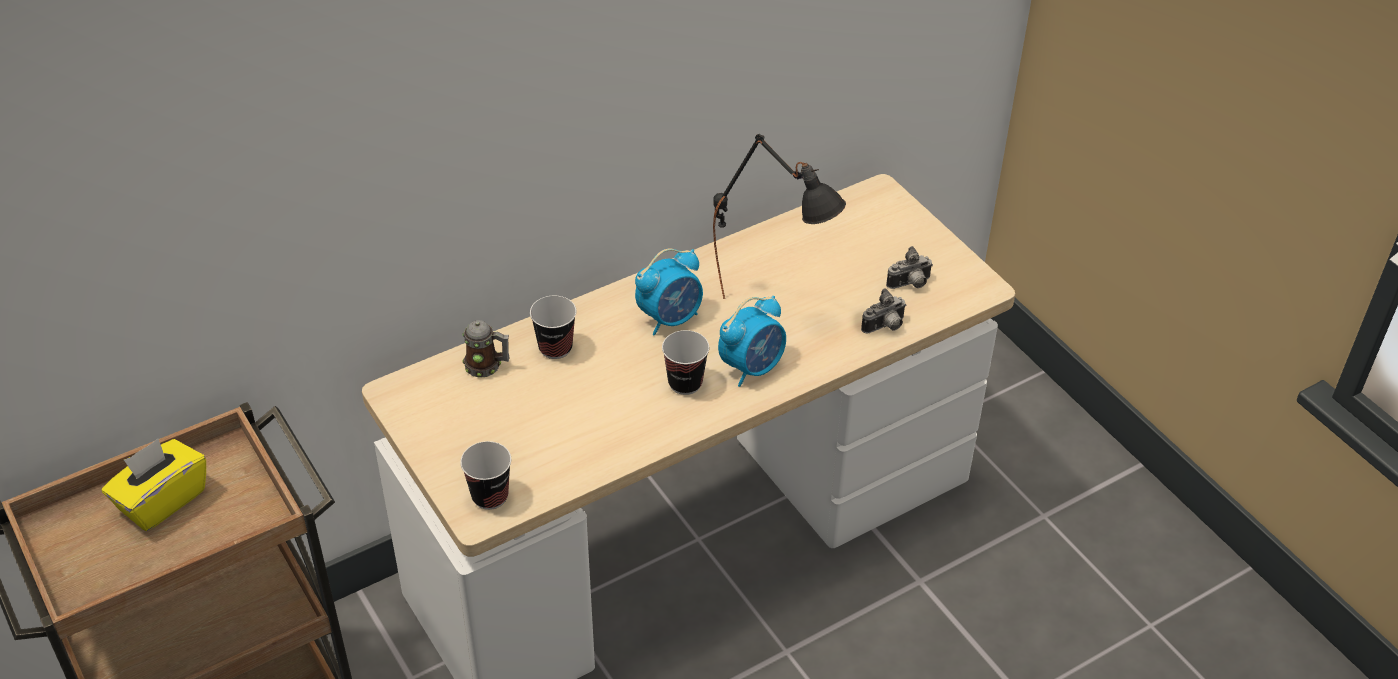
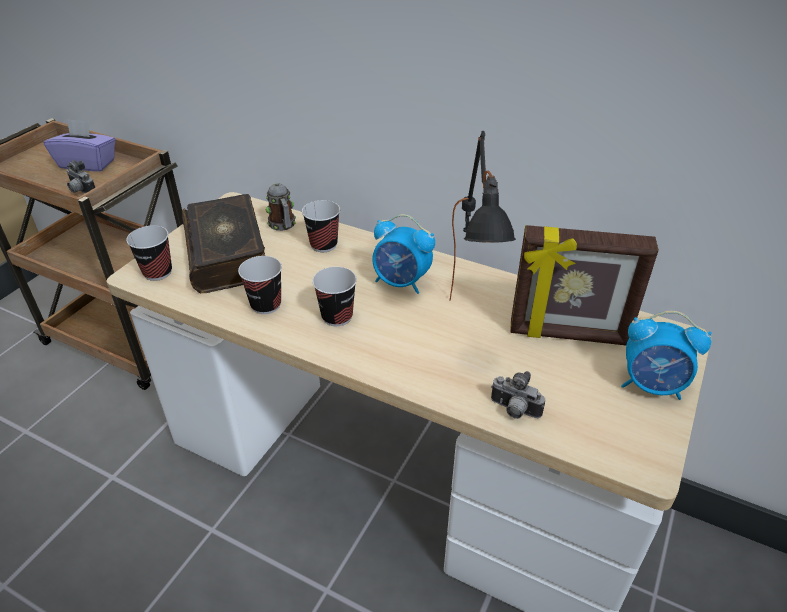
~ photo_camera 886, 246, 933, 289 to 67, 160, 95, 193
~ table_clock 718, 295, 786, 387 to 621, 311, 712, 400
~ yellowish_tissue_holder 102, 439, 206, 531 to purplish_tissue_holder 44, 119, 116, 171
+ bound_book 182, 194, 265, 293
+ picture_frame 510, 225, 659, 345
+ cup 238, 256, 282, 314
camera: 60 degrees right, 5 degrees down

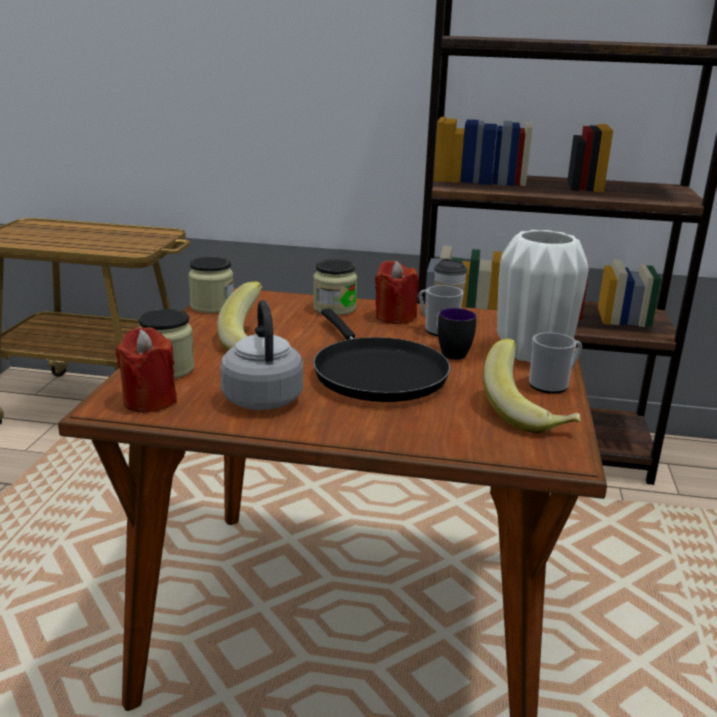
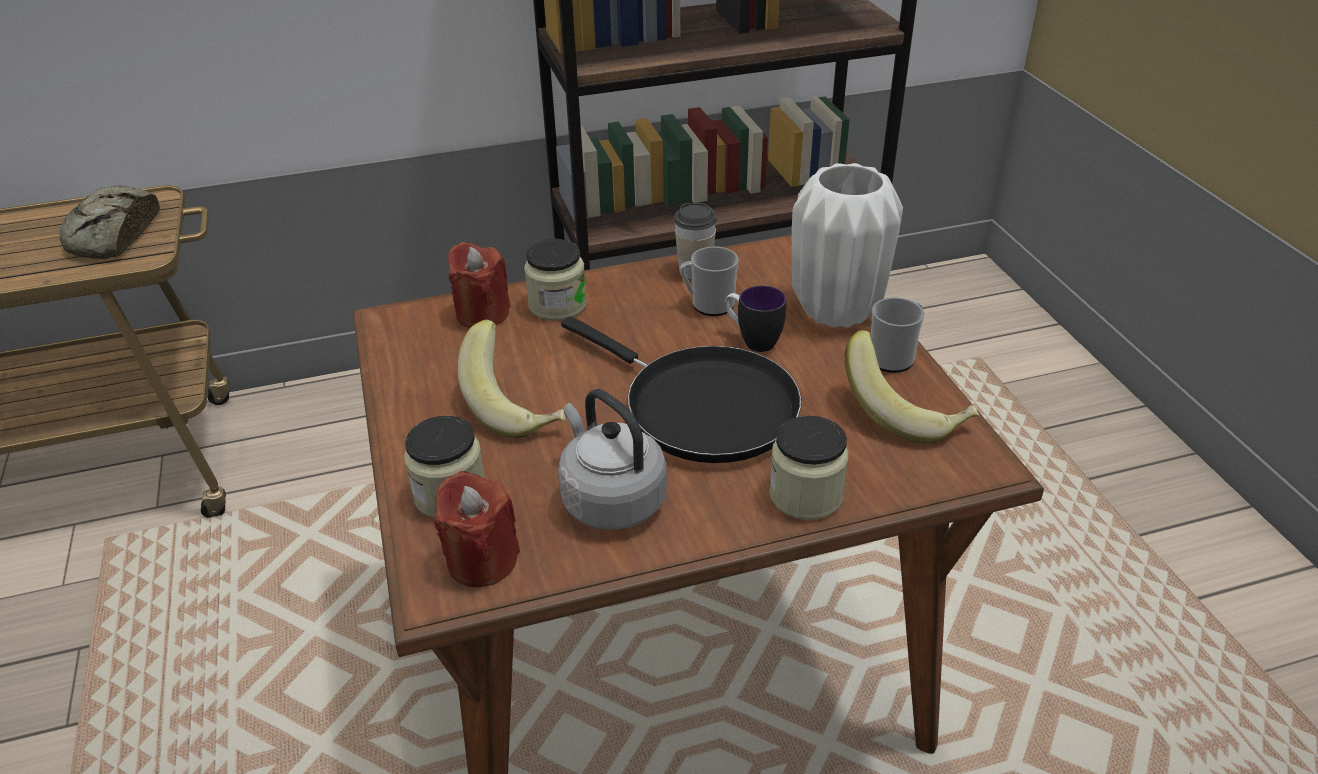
~ storage_jar 188, 257, 234, 313 to 769, 416, 848, 520
~ red_wax_candle 375, 260, 419, 324 to 448, 242, 511, 328
+ bread 60, 185, 160, 259
camera: 25 degrees left, 15 degrees up

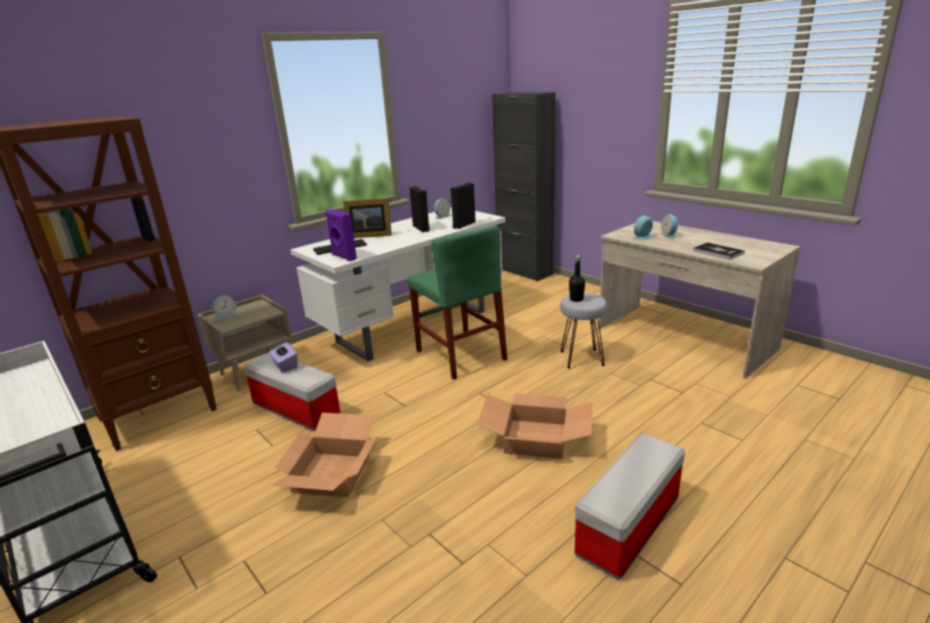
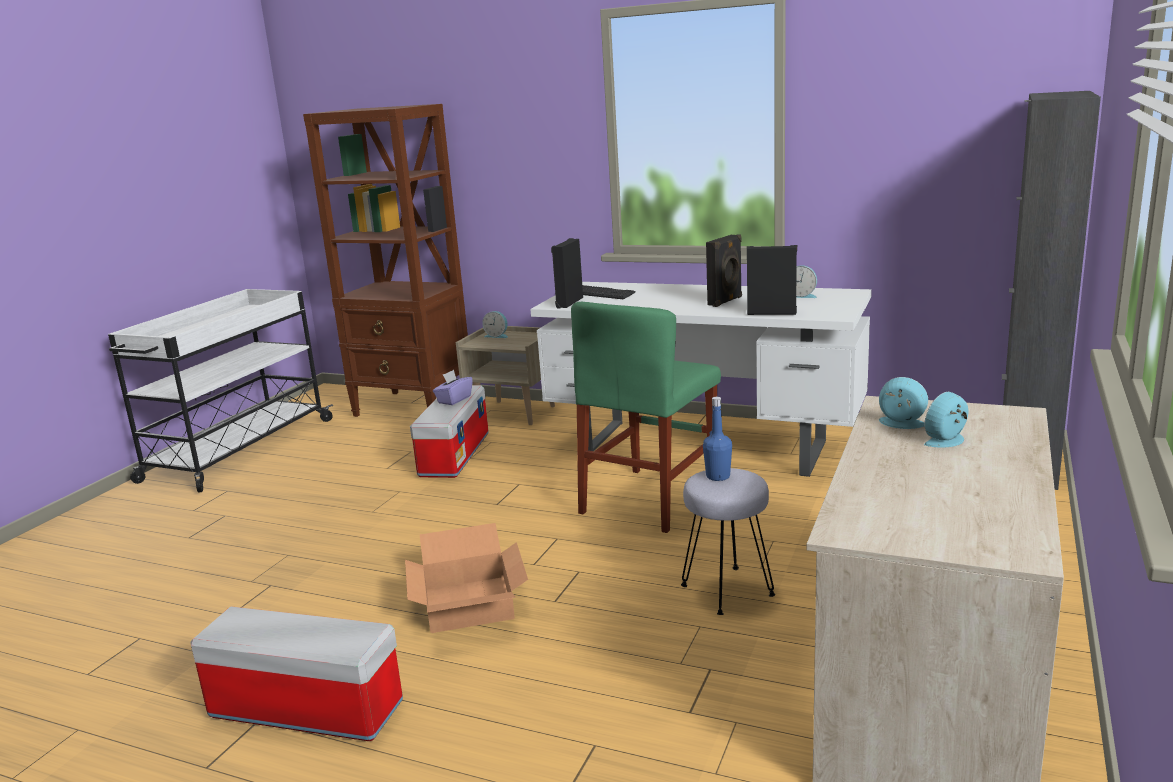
- picture_frame 343, 198, 392, 238
~ purplish_audio_speaker 325, 209, 357, 261 to black-coloured_audio_speaker 551, 238, 583, 308
- bound_book 693, 242, 745, 260
~ black-coloured_drink_bottle 569, 255, 585, 302 to blue_drink_bottle 703, 397, 732, 481
- packing_box 271, 413, 377, 498
camera: 65 degrees right, 5 degrees down

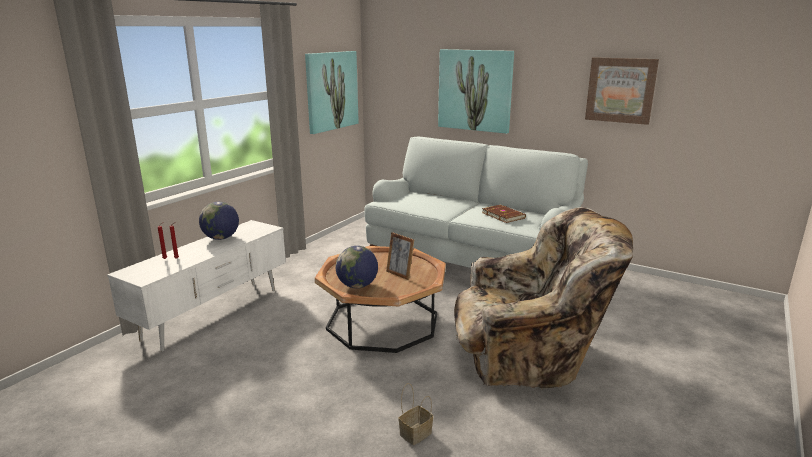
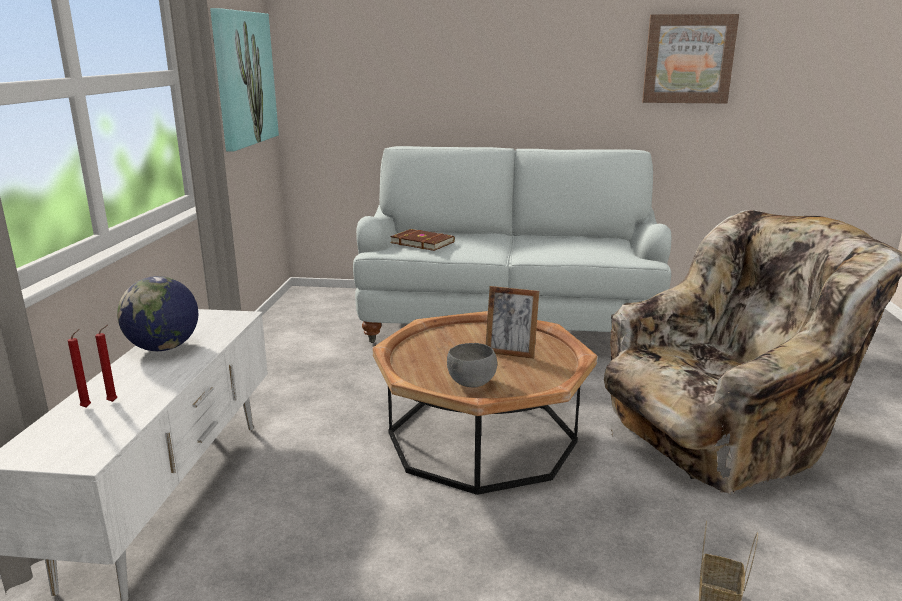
- wall_picture 438, 49, 514, 134
~ brownish_bound_book 482, 205, 526, 223 to 390, 229, 455, 251
~ world_globe 335, 246, 378, 288 to grey_deep_dish 447, 343, 497, 387
camera: 25 degrees left, 0 degrees up

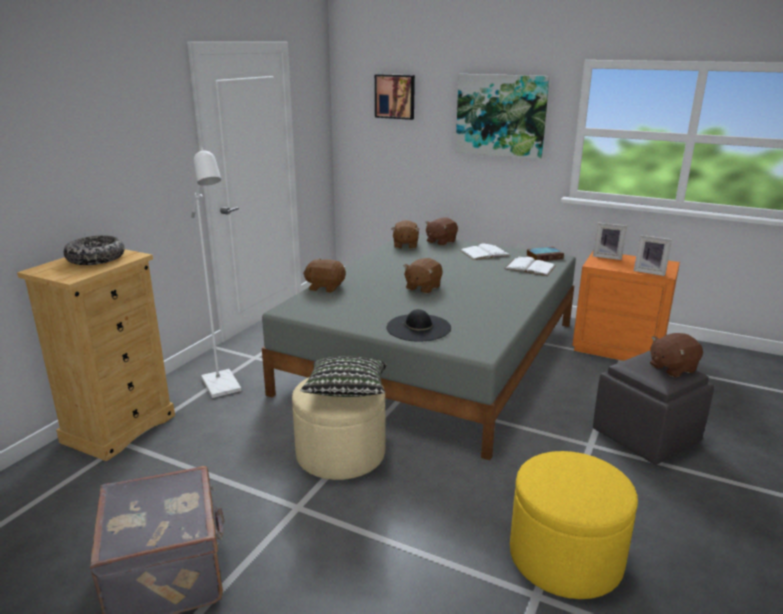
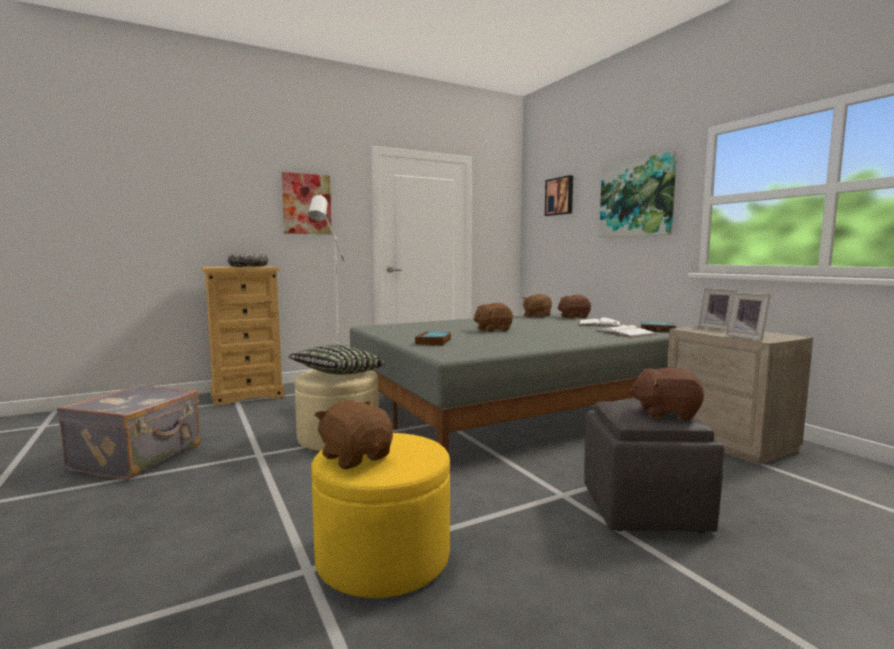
~ orange-coloured_bedside_table 572, 251, 680, 361 to beige-coloured_bedside_table 667, 326, 813, 465
~ brownish_soft_toy 303, 259, 346, 293 to 315, 400, 393, 469
~ black-coloured_hat 386, 309, 451, 341 to bound_book 415, 331, 451, 346
+ wall_picture 282, 172, 332, 234
camera: 35 degrees right, 15 degrees down

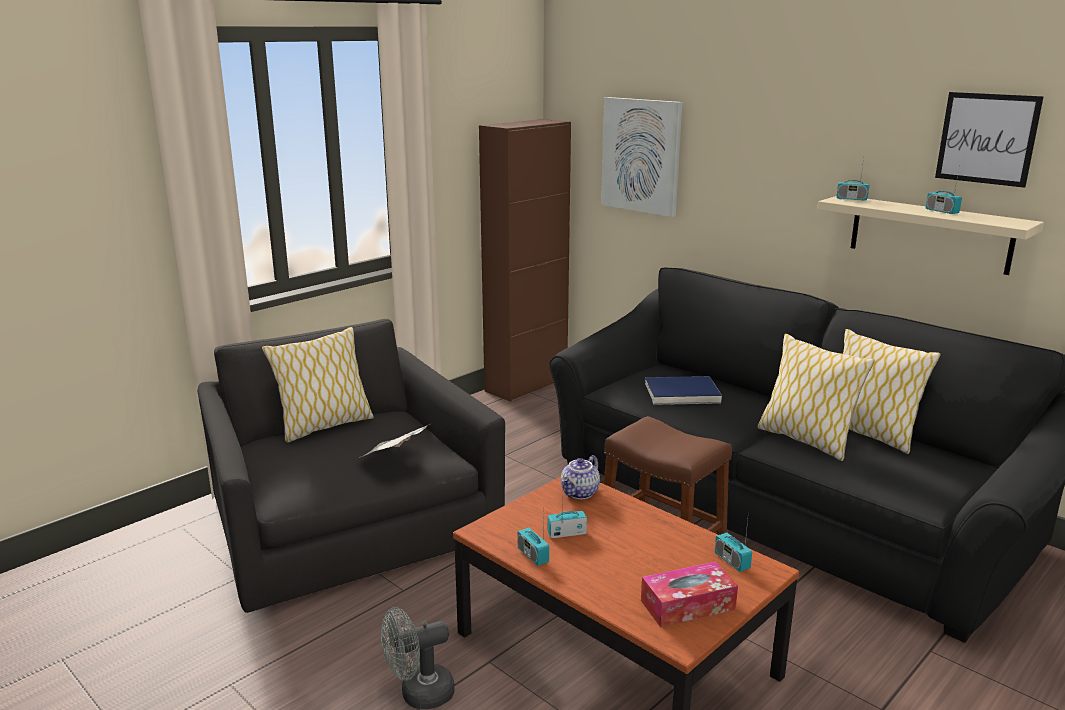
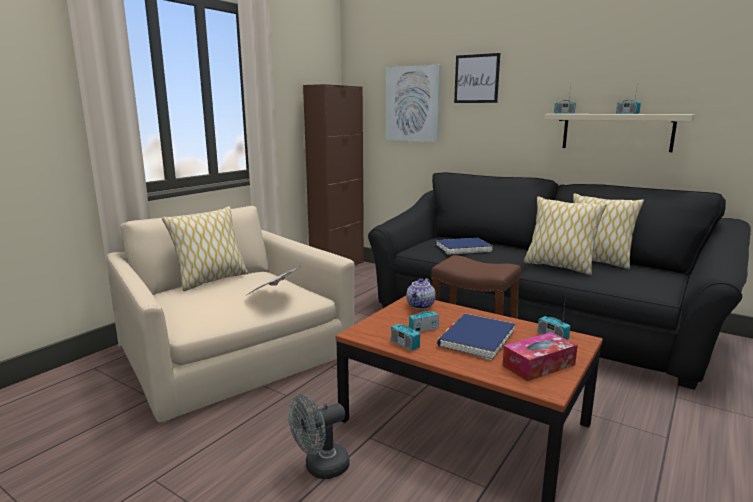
~ wall_picture 935, 92, 1044, 188 to 454, 53, 500, 103
~ black-coloured_easy_chair 198, 319, 505, 613 to beige-coloured_easy_chair 107, 206, 354, 422
+ blue_bound_book 437, 314, 515, 361
camera: 10 degrees left, 5 degrees down

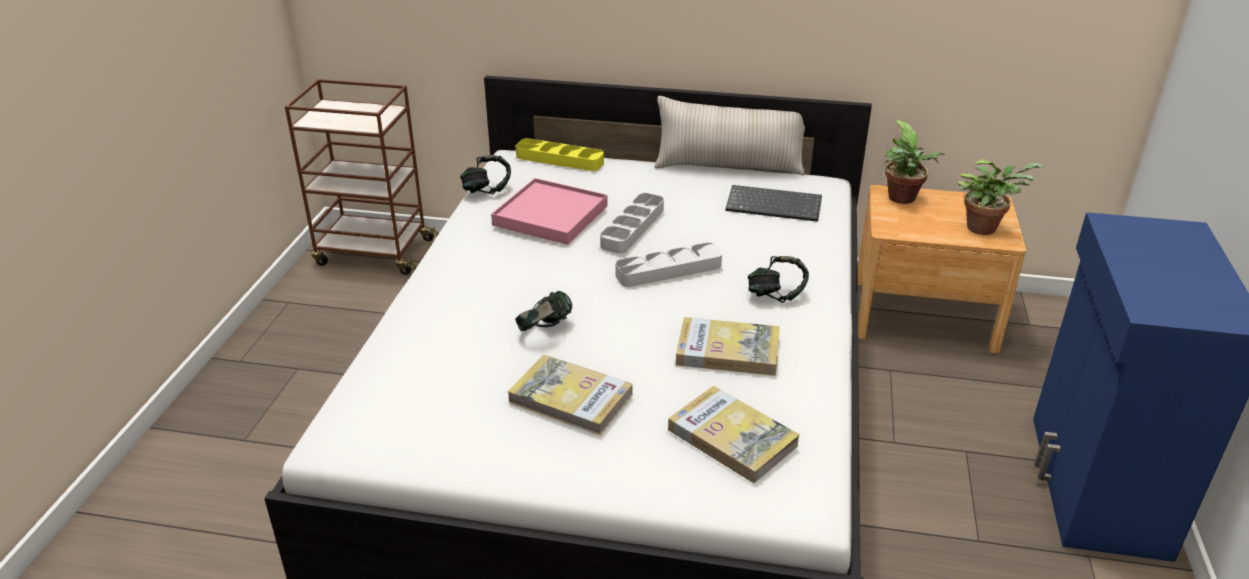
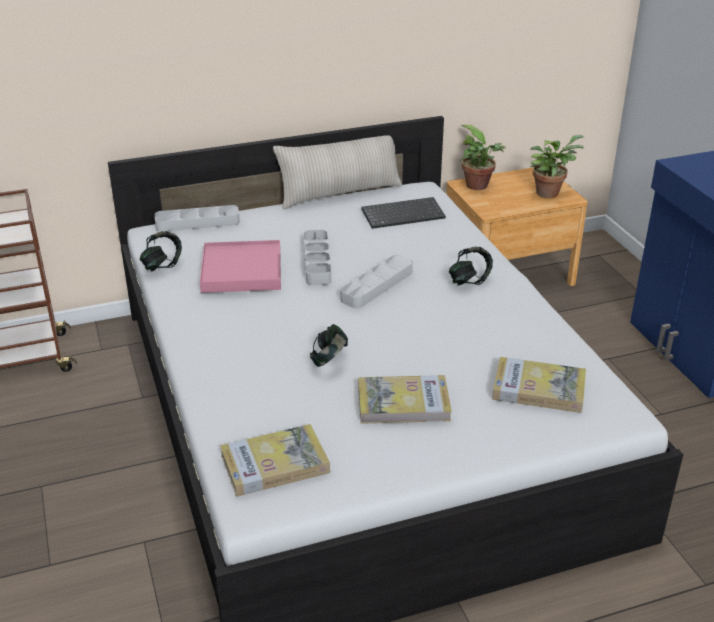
~ yellowish_carrying_tray 516, 138, 604, 171 to grey_carrying_tray 155, 205, 240, 232
~ bound_book 676, 317, 780, 376 to 220, 424, 330, 496
camera: 30 degrees left, 0 degrees up

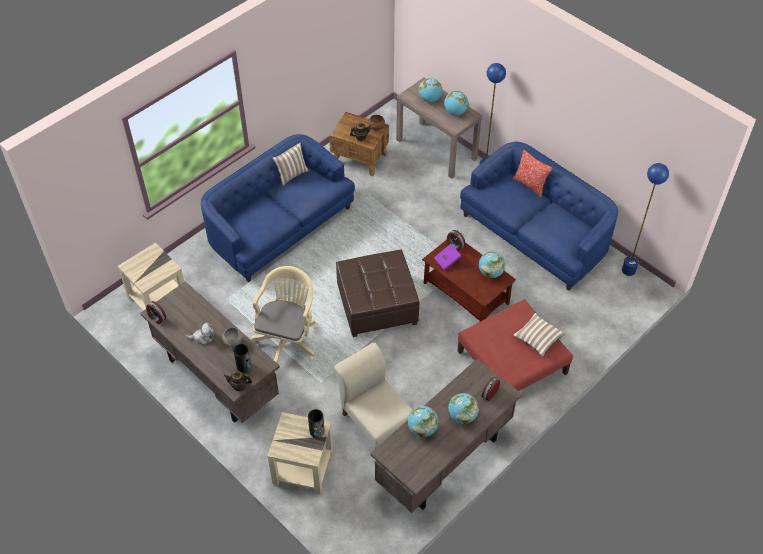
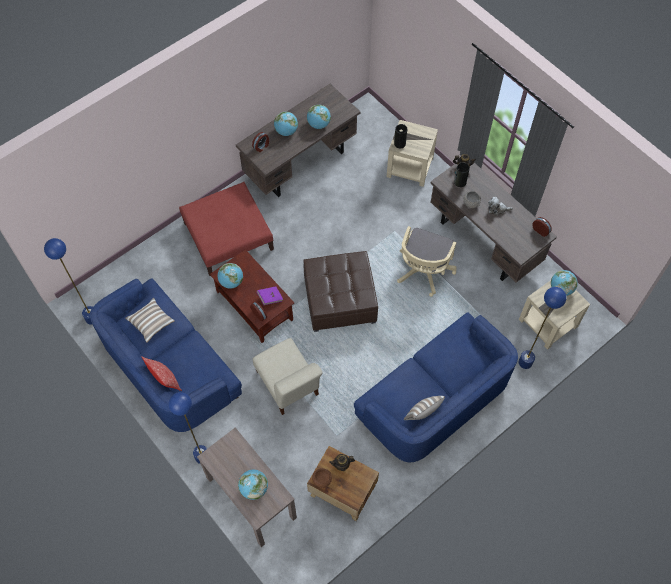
~ world_globe 444, 91, 469, 115 to 551, 270, 578, 296
~ cushion 513, 313, 566, 357 to 125, 298, 175, 343
~ beige-coloured_plain_chair 334, 343, 412, 449 to 253, 338, 323, 415
+ blue_floor_lamp 519, 287, 566, 369
camera: 175 degrees left, 10 degrees up

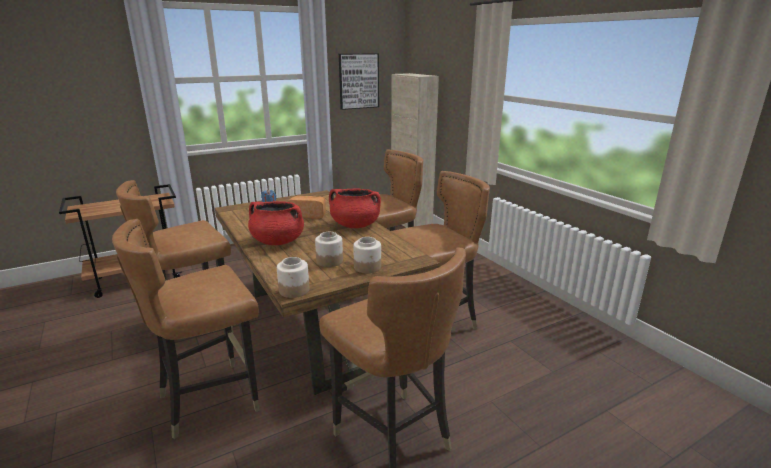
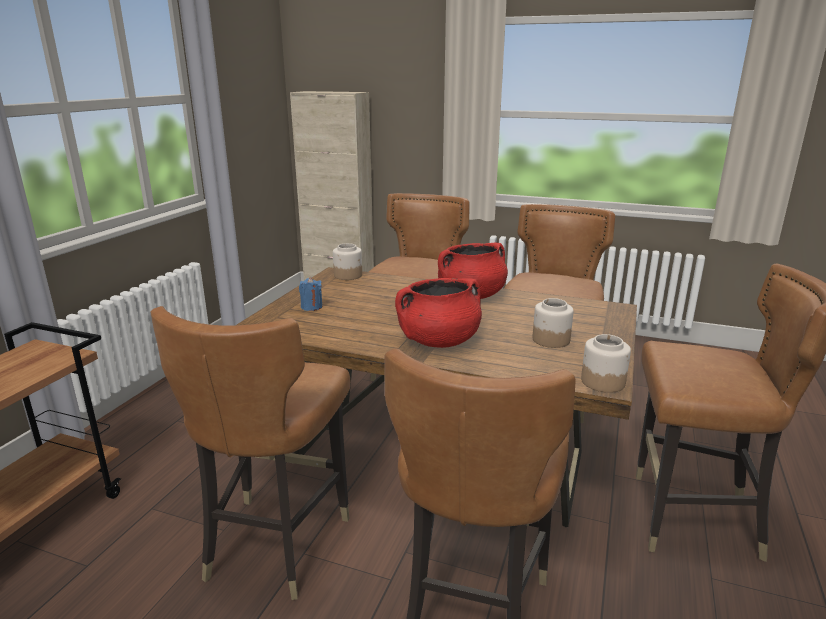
- wall_picture 339, 53, 379, 110
- bread 288, 196, 326, 219
~ storage_jar 353, 237, 381, 273 to 333, 243, 362, 280
camera: 40 degrees left, 0 degrees up

